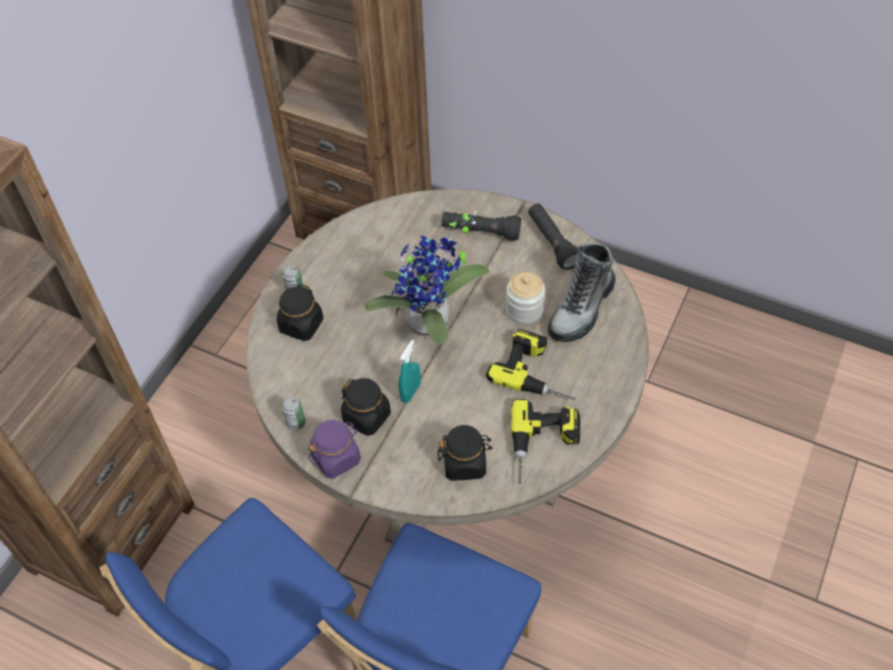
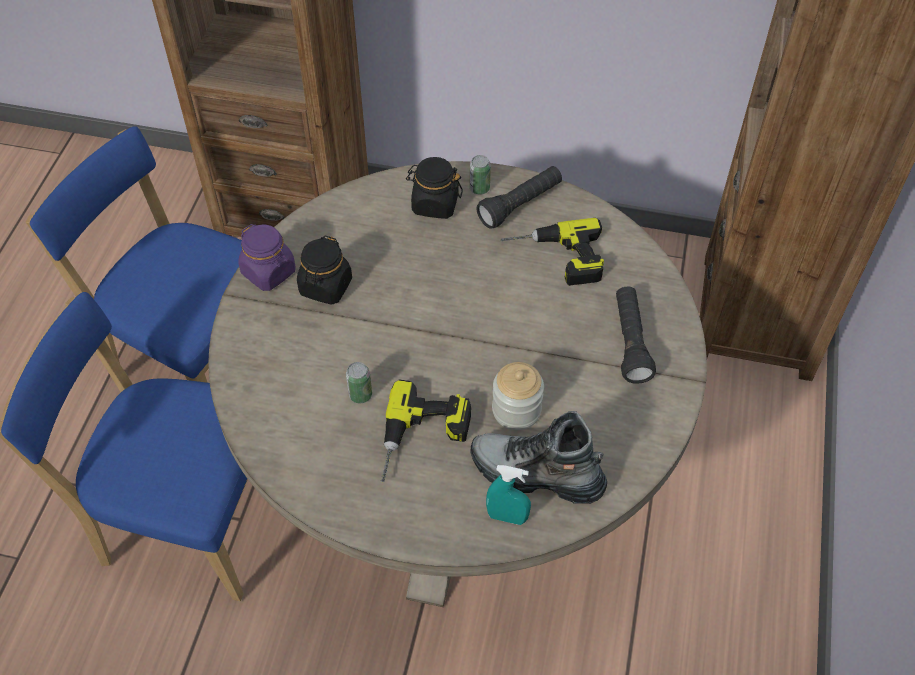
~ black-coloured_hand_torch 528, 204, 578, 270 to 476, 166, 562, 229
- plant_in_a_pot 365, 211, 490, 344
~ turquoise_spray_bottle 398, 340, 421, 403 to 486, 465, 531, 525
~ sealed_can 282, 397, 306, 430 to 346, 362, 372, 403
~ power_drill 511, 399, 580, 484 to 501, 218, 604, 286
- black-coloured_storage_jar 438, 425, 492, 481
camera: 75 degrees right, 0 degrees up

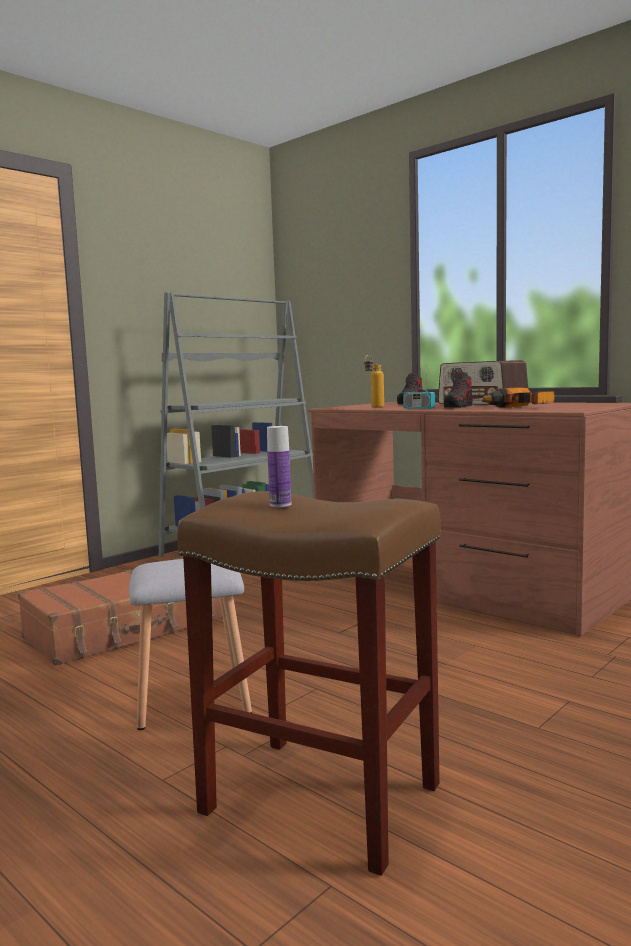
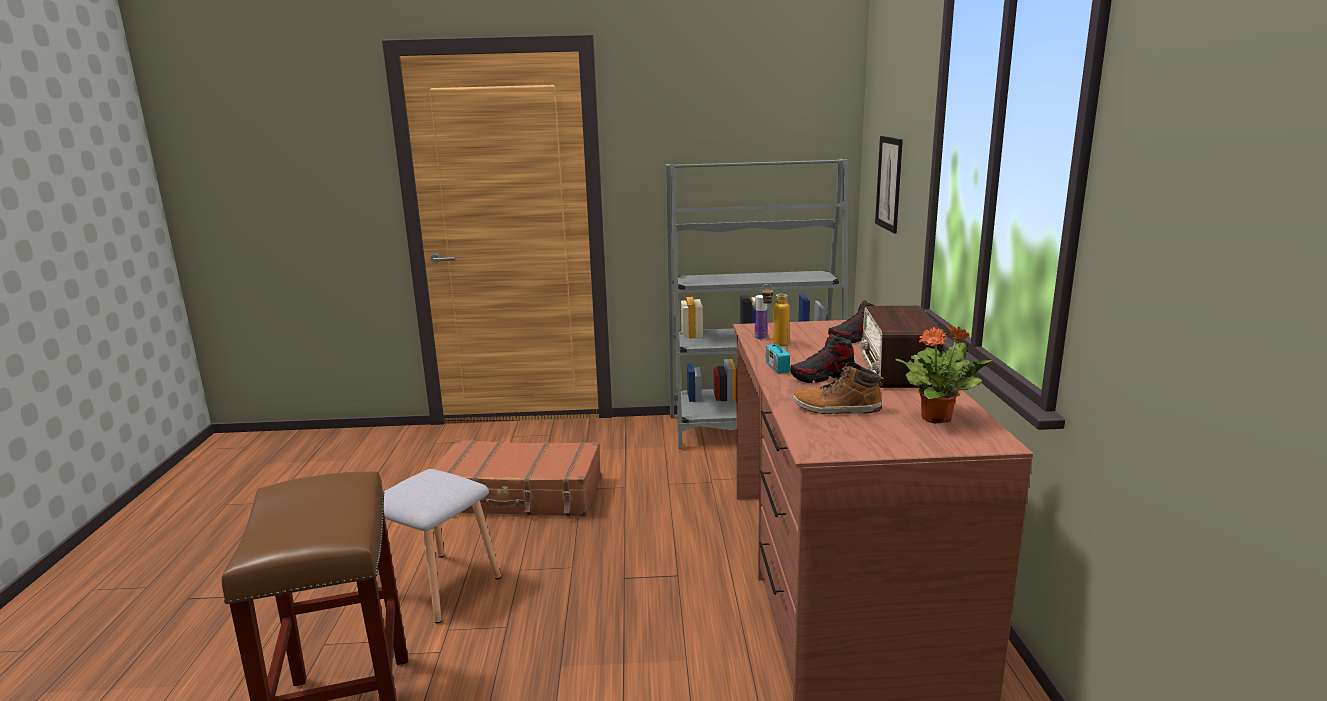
~ power_drill 472, 388, 555, 408 to high-top_boot 793, 362, 884, 414
~ drink_bottle 267, 426, 291, 507 to 755, 295, 767, 340
+ wall_picture 875, 136, 903, 233
+ plant_in_a_pot 895, 325, 992, 424
camera: 45 degrees right, 10 degrees up

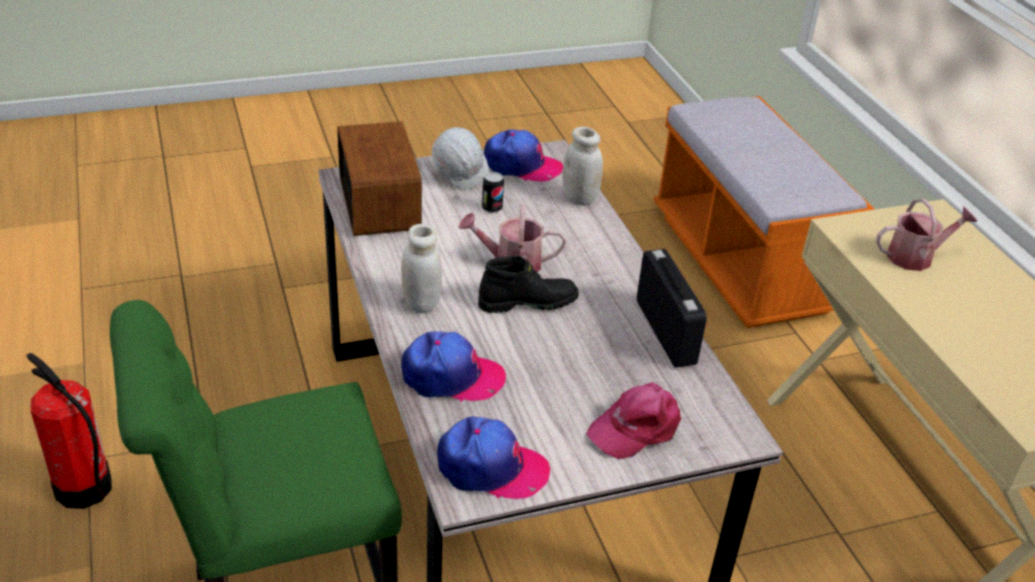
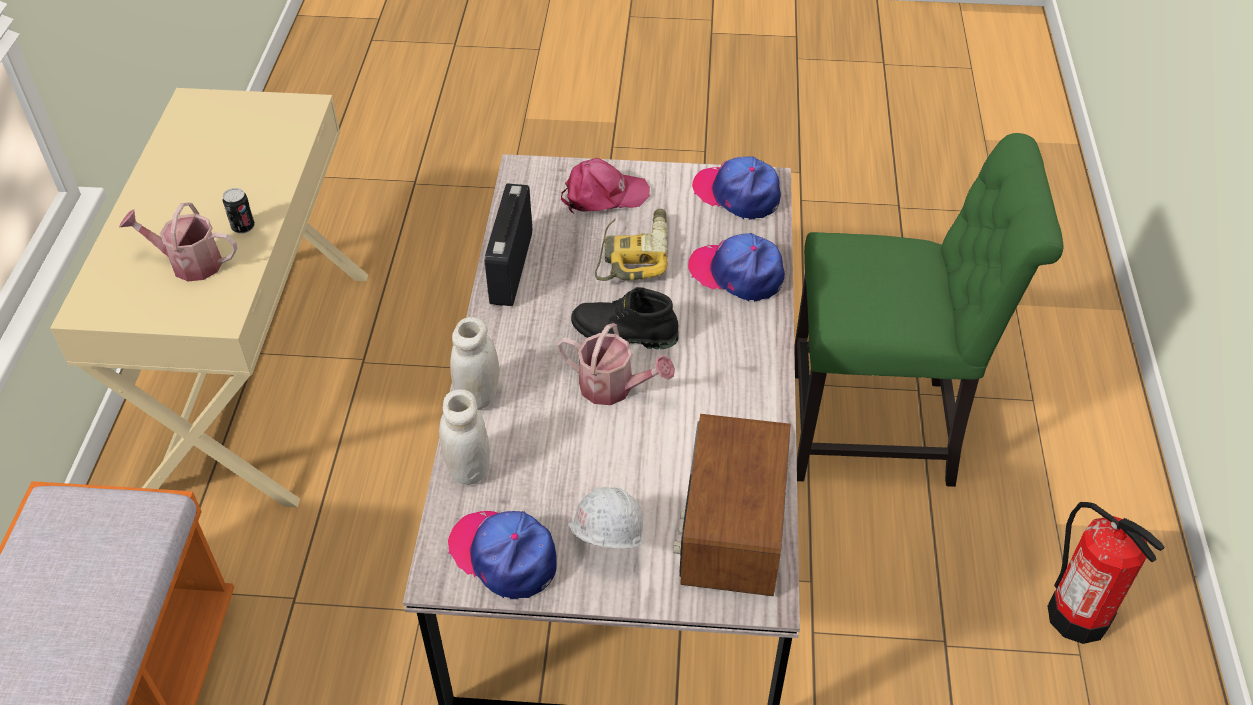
~ sealed_can 482, 172, 504, 213 to 222, 188, 255, 234
~ white-coloured_storage_jar 401, 224, 442, 313 to 450, 317, 499, 410
+ power_drill 595, 209, 668, 281
camera: 155 degrees left, 10 degrees up

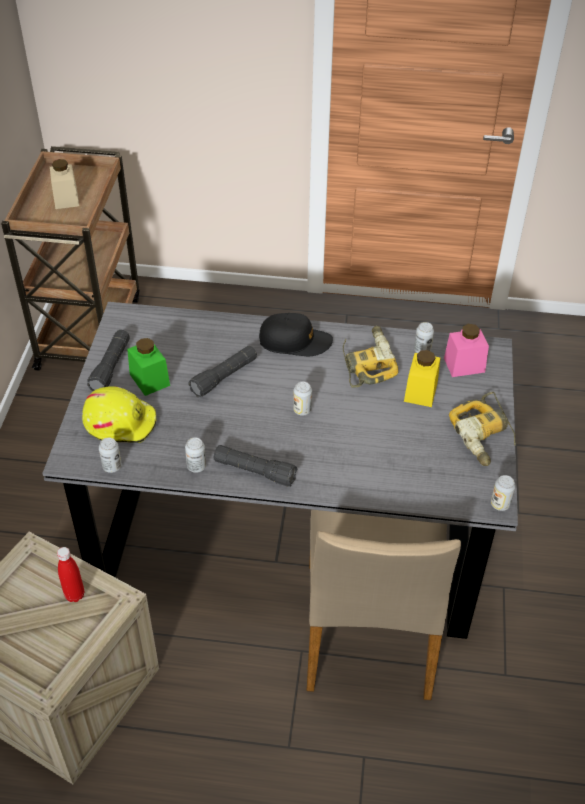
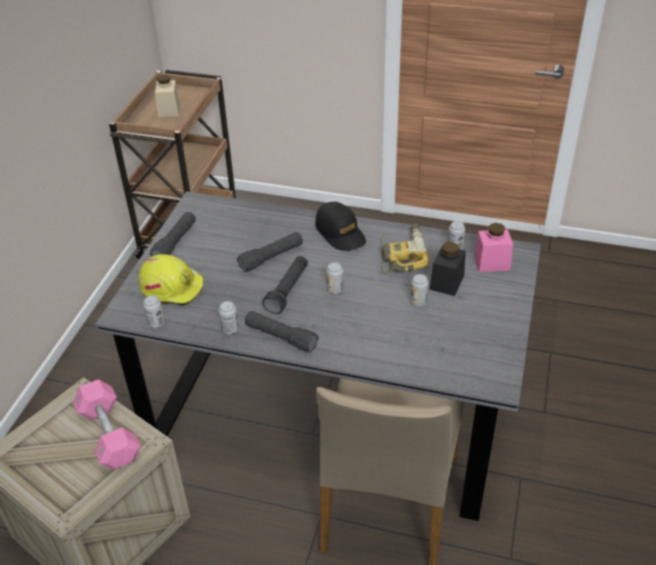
~ black-coloured_cap 259, 313, 333, 356 = 315, 202, 366, 251 45 degrees clockwise
- green_storage_jar 127, 338, 170, 396
~ yellowish_storage_jar 404, 350, 440, 407 to black-coloured_storage_jar 430, 242, 466, 296
- power_drill 449, 392, 516, 466
~ sealed_can 491, 475, 515, 511 to 410, 274, 429, 306
~ red_drink_bottle 57, 547, 84, 602 to pink_dumbbell 73, 379, 141, 470
+ black-coloured_hand_torch 262, 256, 308, 314
camera: 10 degrees right, 5 degrees down

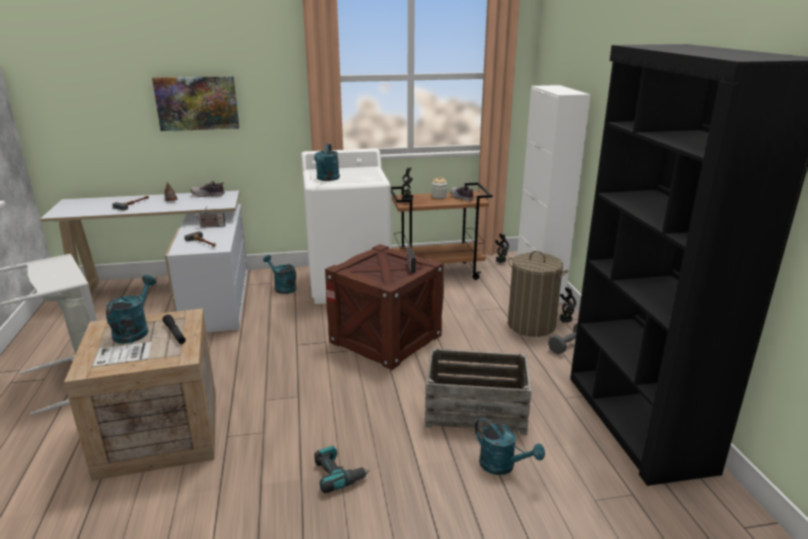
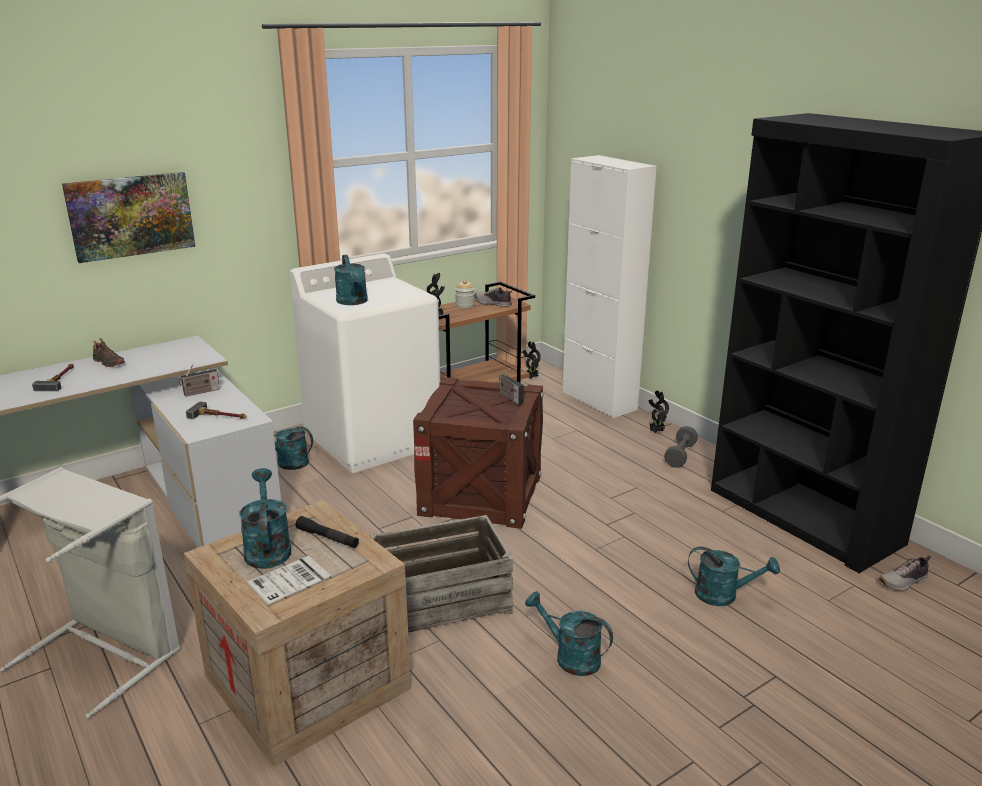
~ low_shoe 191, 181, 225, 197 to 879, 556, 931, 591
- hamper 508, 251, 568, 337
~ shipping_crate 425, 348, 531, 435 to 370, 515, 513, 633
~ power_drill 315, 446, 370, 493 to turquoise_watering_can 525, 591, 613, 676
camera: 25 degrees left, 0 degrees up

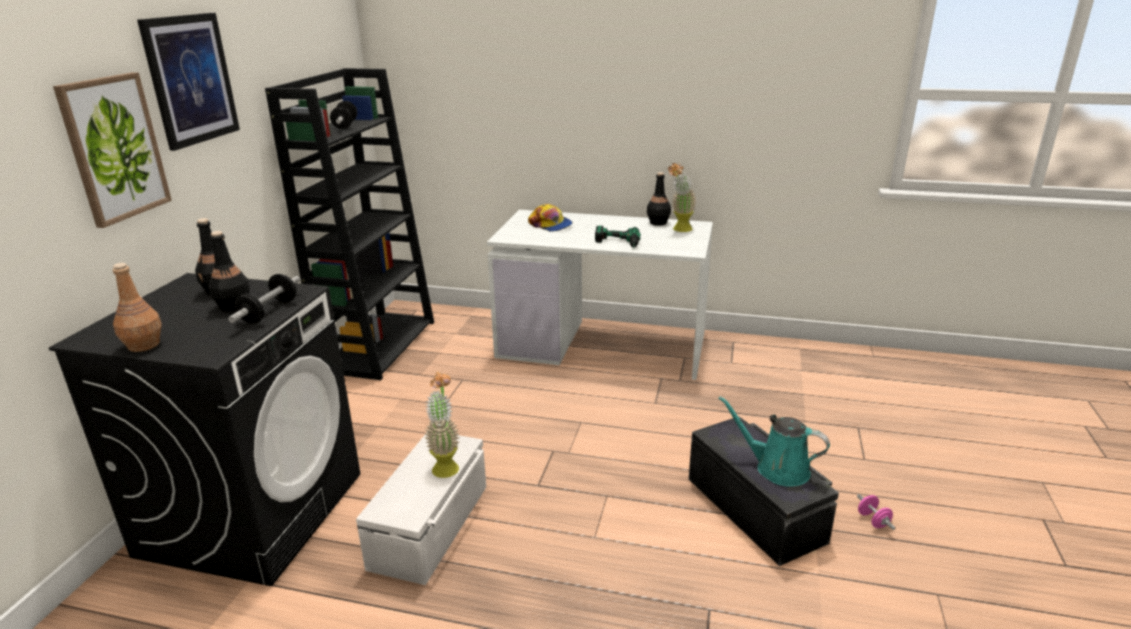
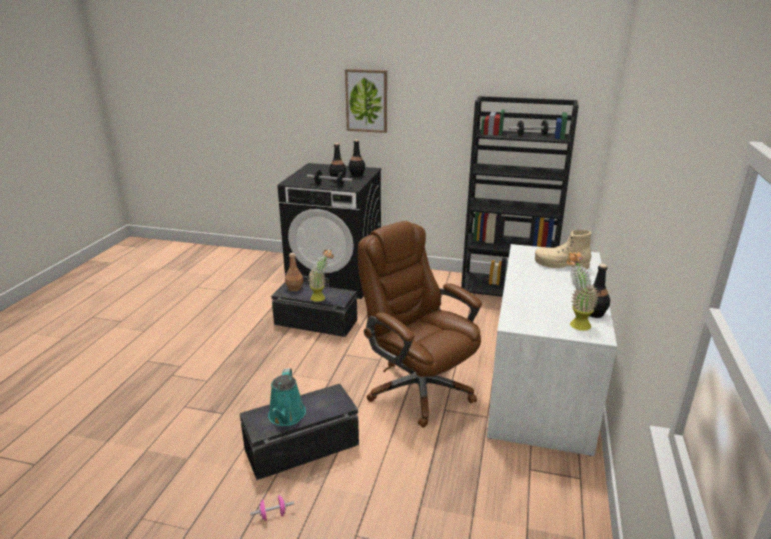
- wall_picture 137, 13, 240, 151
~ cap 528, 204, 573, 232 to beige-coloured_high-top_boot 535, 230, 591, 269
- power_drill 595, 226, 641, 249
~ brownish_drink_bottle 112, 263, 162, 352 to 285, 253, 303, 291
~ turquoise_watering_can 718, 396, 830, 487 = 268, 368, 306, 426 150 degrees clockwise
~ white-coloured_storage_bin 356, 432, 486, 585 to black-coloured_storage_bin 271, 283, 357, 337
+ brownish_computer_chair 358, 221, 482, 428
camera: 90 degrees right, 0 degrees up

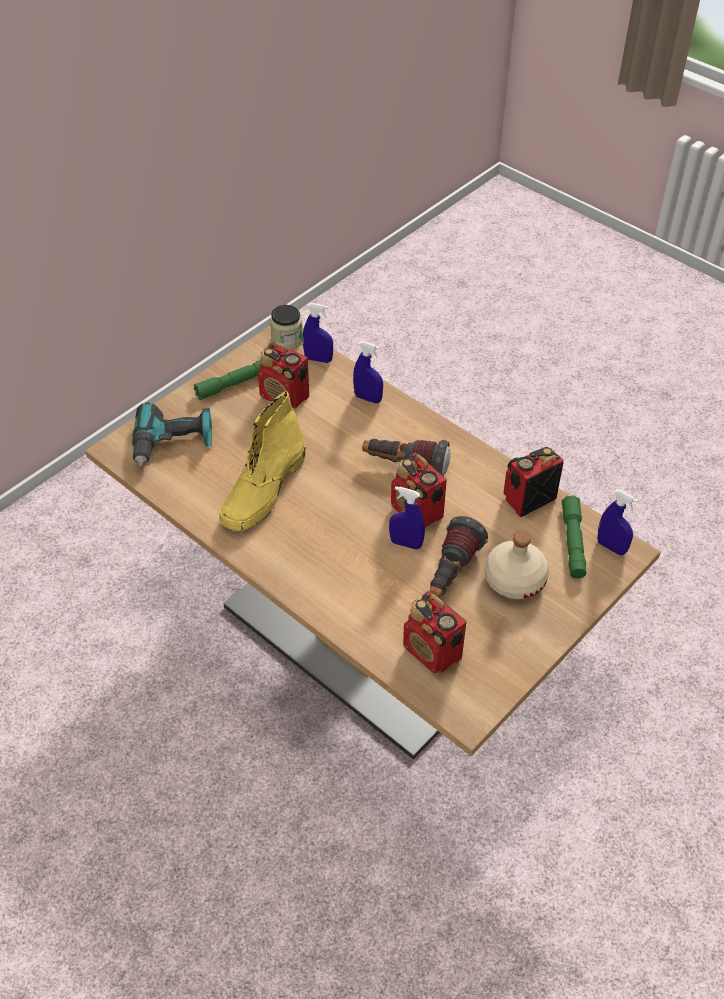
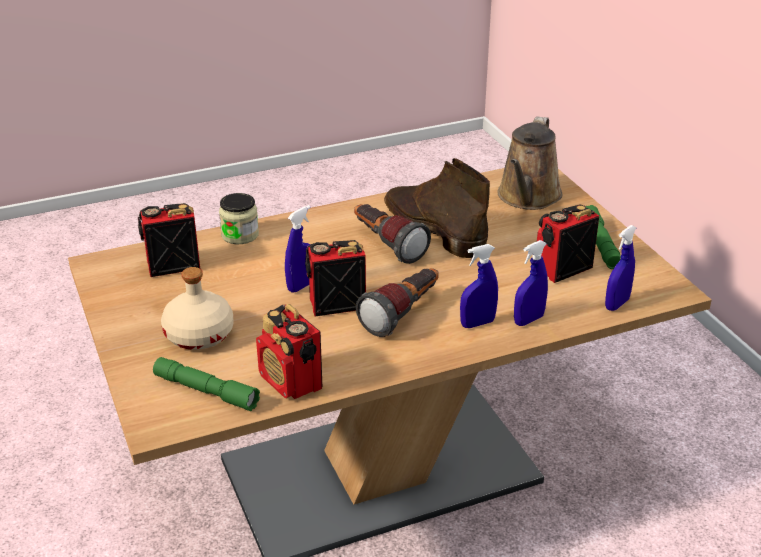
~ storage_jar 270, 305, 303, 349 to 219, 193, 259, 244
~ yellowish_high-top_boot 219, 391, 306, 531 to brownish_high-top_boot 384, 158, 490, 259
~ power_drill 132, 402, 212, 467 to brownish_watering_can 497, 117, 562, 210
~ radio_set 503, 447, 564, 517 = 256, 304, 322, 399 150 degrees clockwise
~ blue_spray_bottle 597, 489, 638, 555 to 460, 244, 498, 328
~ hand_torch 430, 516, 488, 598 to 354, 204, 431, 264
camera: 115 degrees right, 15 degrees down

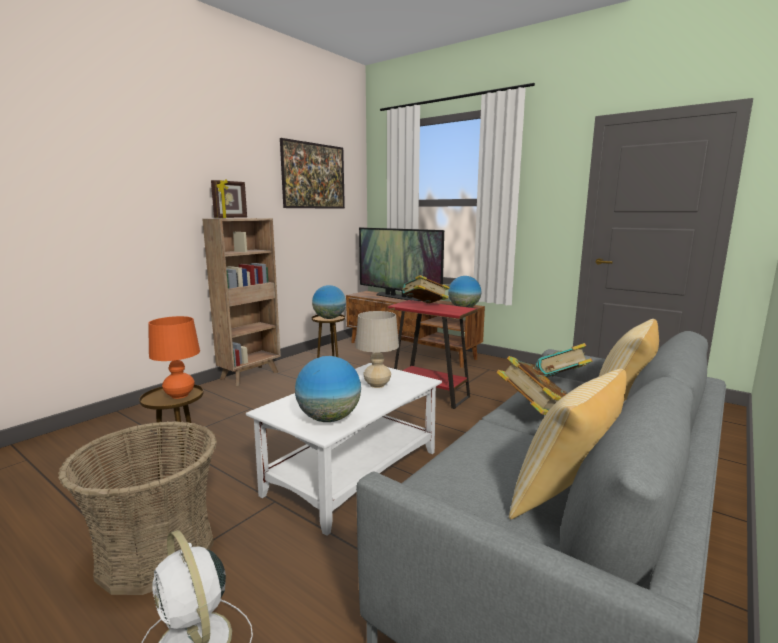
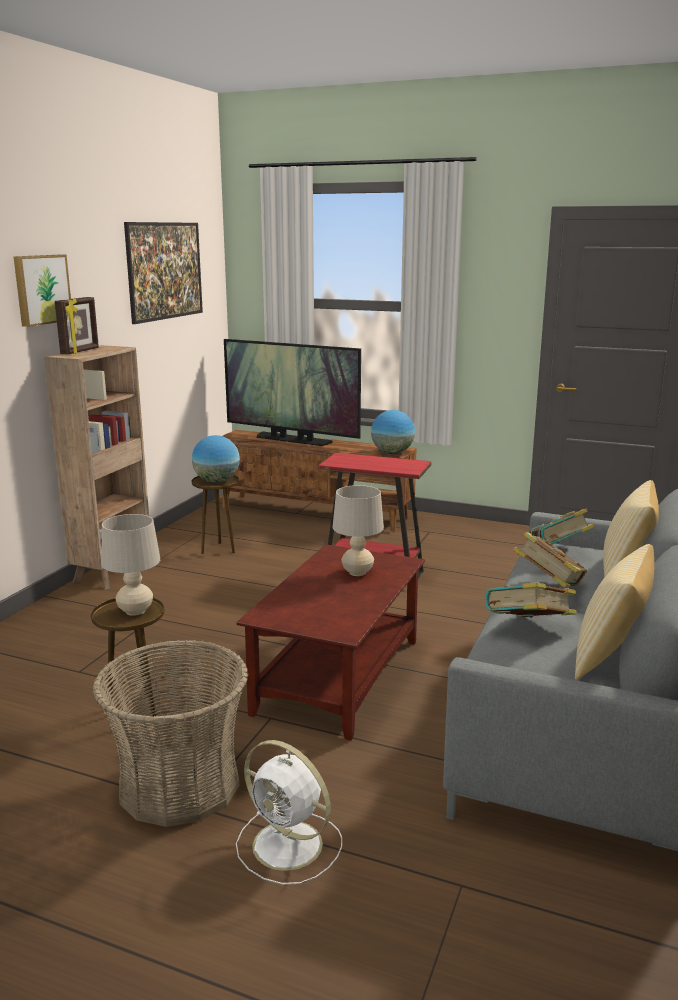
~ bound_book 401, 275, 450, 304 to 485, 582, 577, 618
~ orange-coloured_tabletop_lamp 148, 316, 200, 399 to beige-coloured_tabletop_lamp 101, 514, 160, 616
- world_globe 295, 356, 361, 422
~ white-coloured_coffee_table 246, 363, 442, 536 to brownish_coffee_table 236, 544, 425, 741
+ wall_picture 14, 255, 71, 327
camera: 15 degrees left, 5 degrees up

